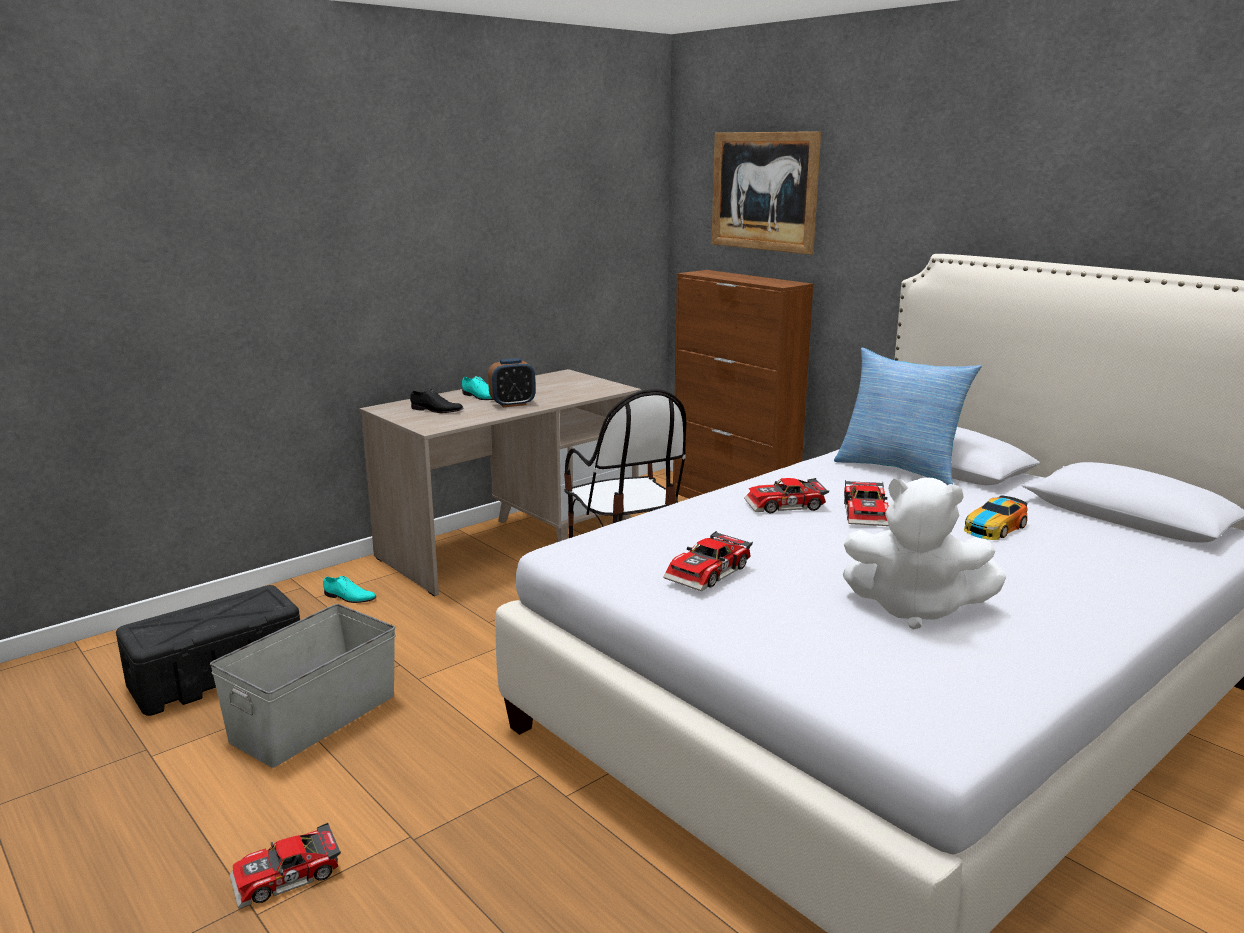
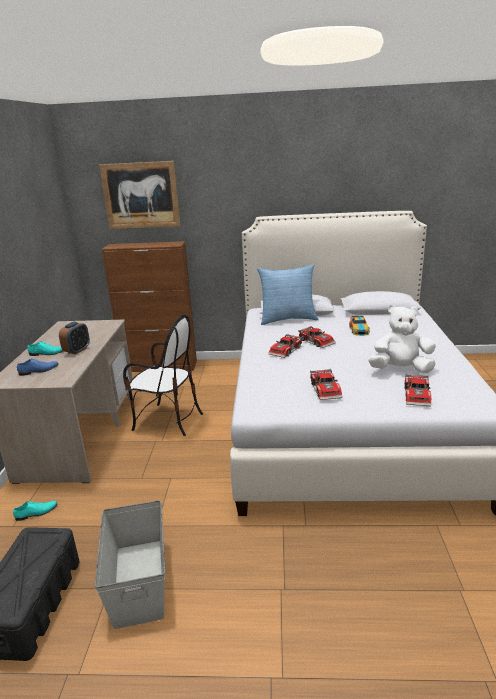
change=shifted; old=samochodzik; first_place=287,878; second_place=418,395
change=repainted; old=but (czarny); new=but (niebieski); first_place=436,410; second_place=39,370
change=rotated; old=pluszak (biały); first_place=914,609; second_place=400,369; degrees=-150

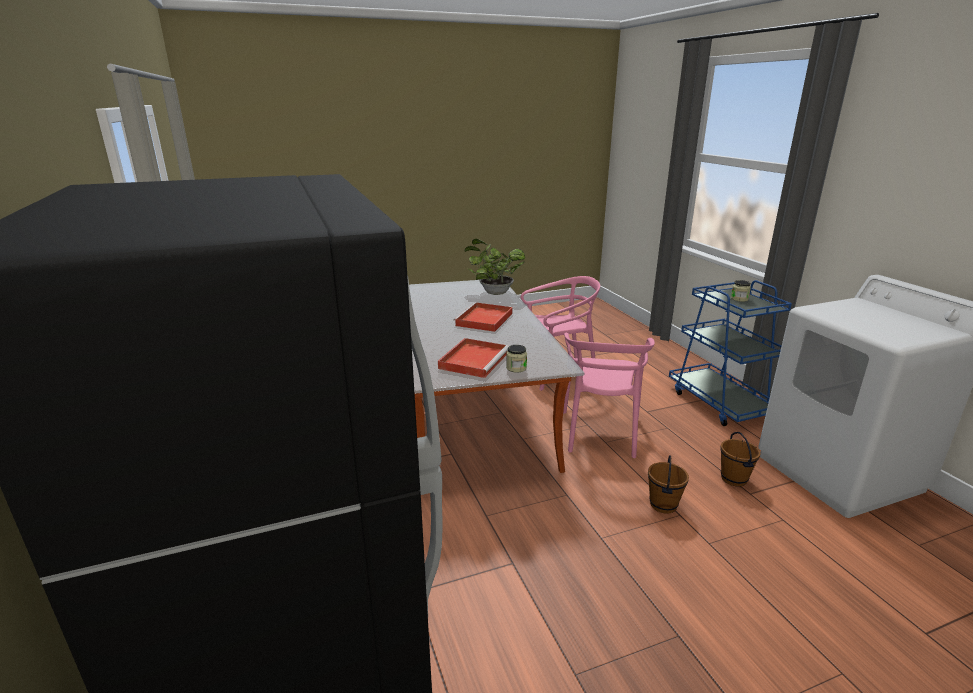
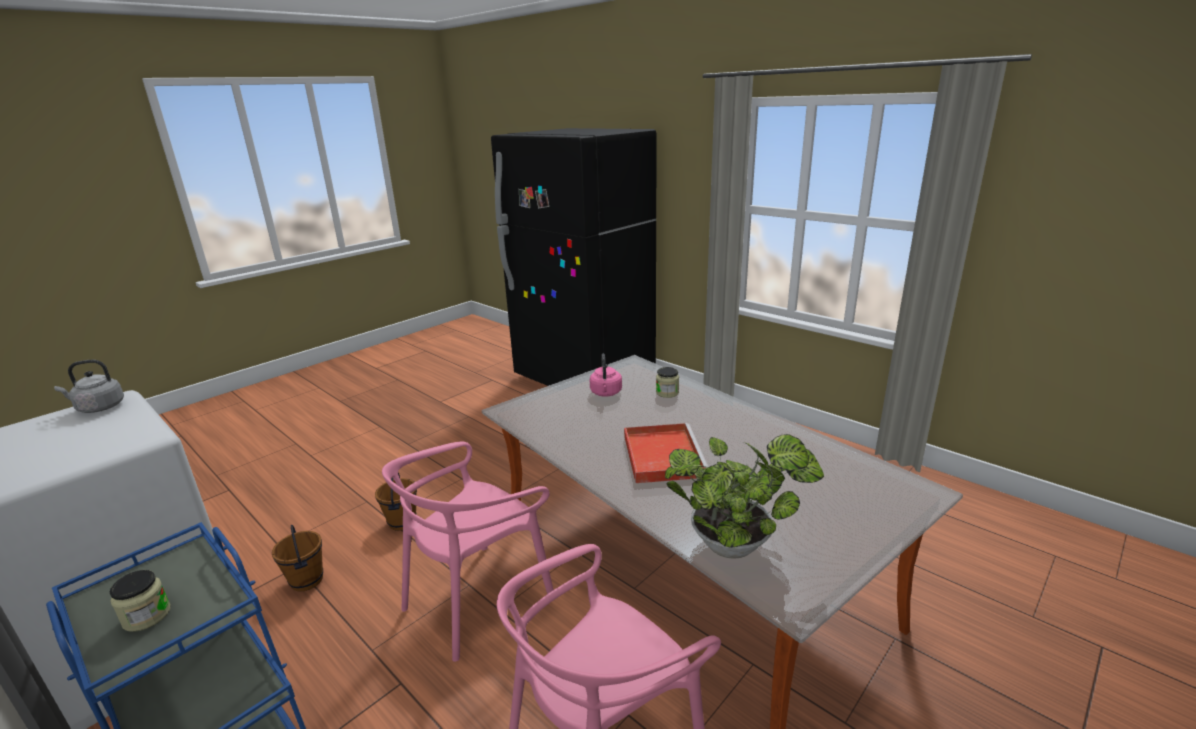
change=swapped; old=taca (czerwony); new=czajnik (różowy); first_place=474,360; second_place=606,393
change=shifted; old=słoik; first_place=516,368; second_place=667,393
change=rotated; old=krzesło (różowy); first_place=600,433; second_place=477,599; degrees=-120
change=new; new=czajnik (szary); second_place=98,408

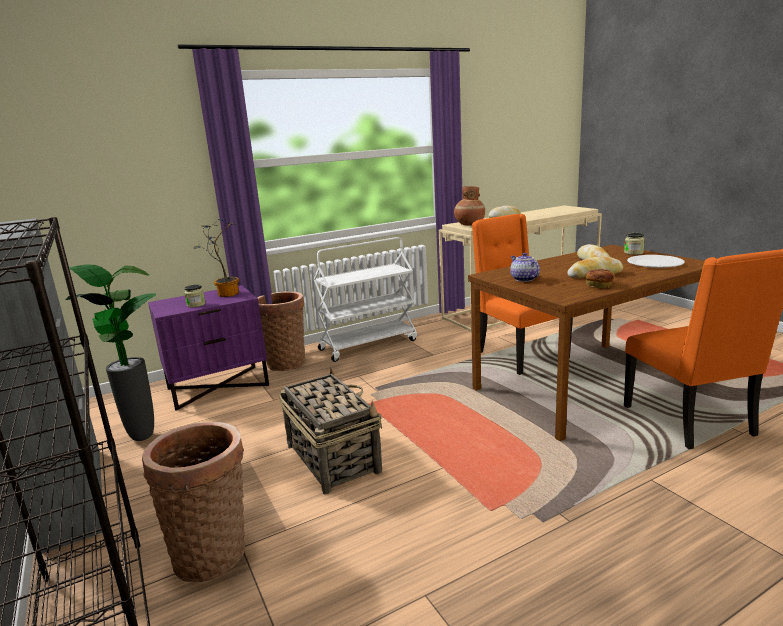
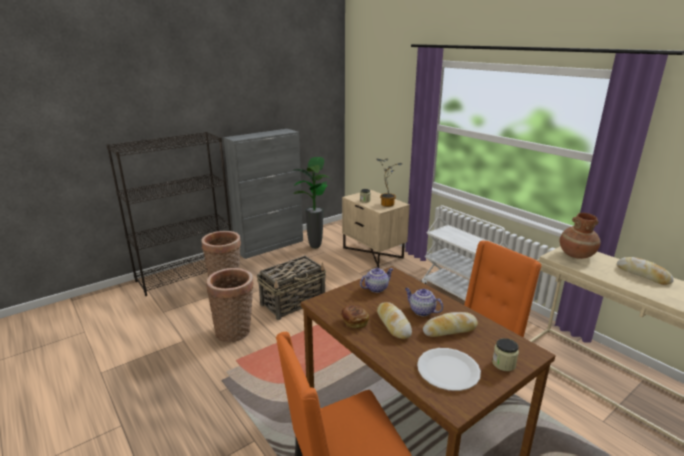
change=repainted; old=szafka nocna (fioletowy); new=szafka nocna (beżowy); first_place=218,386; second_place=373,252
change=shifted; old=koszyk; first_place=286,362; second_place=235,331
change=new; new=imbryk; second_place=421,311

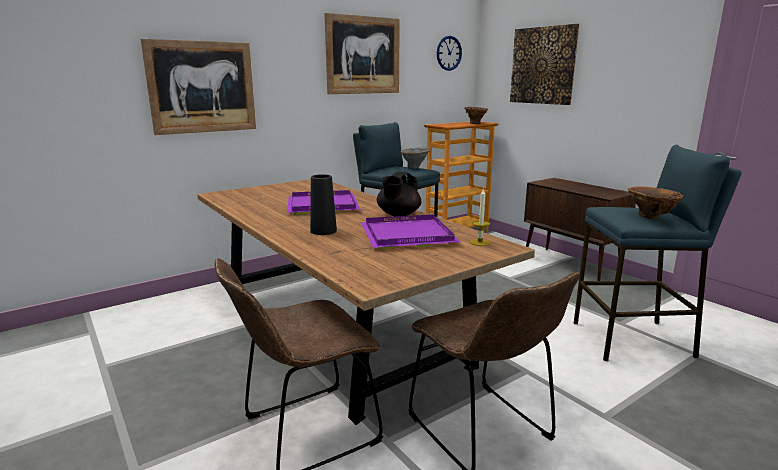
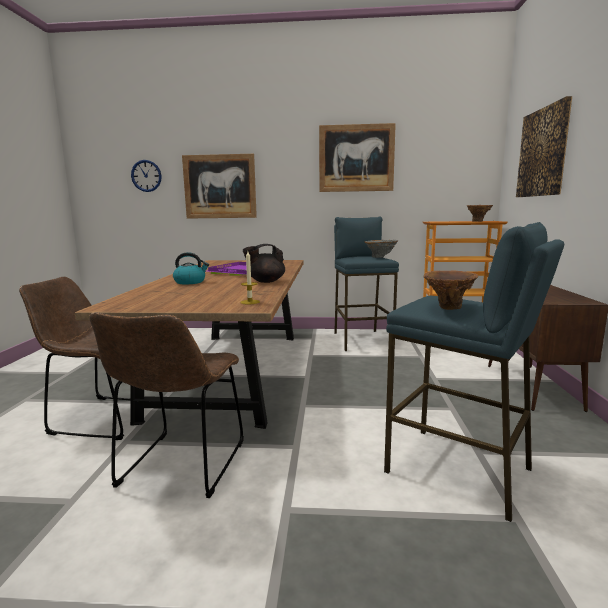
change=swapped; old=wazon (czarny); new=czajnik; first_place=323,231; second_place=190,282
change=gone; old=taca (fioletowy); first_place=408,234
change=shifted; old=zegar ścienny; first_place=449,53; second_place=146,176

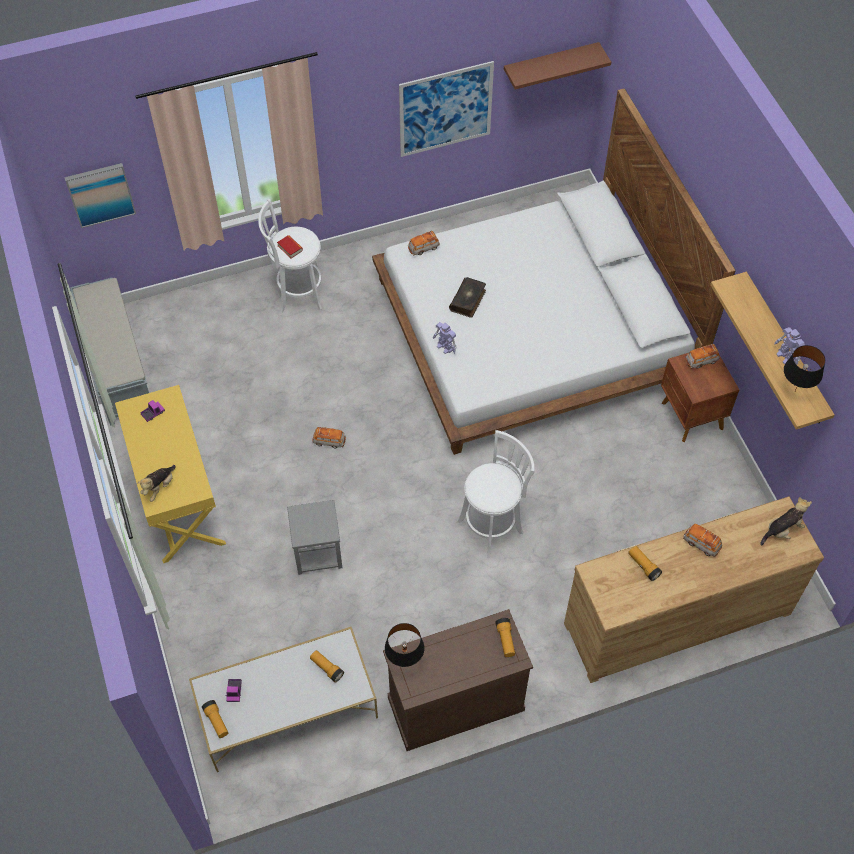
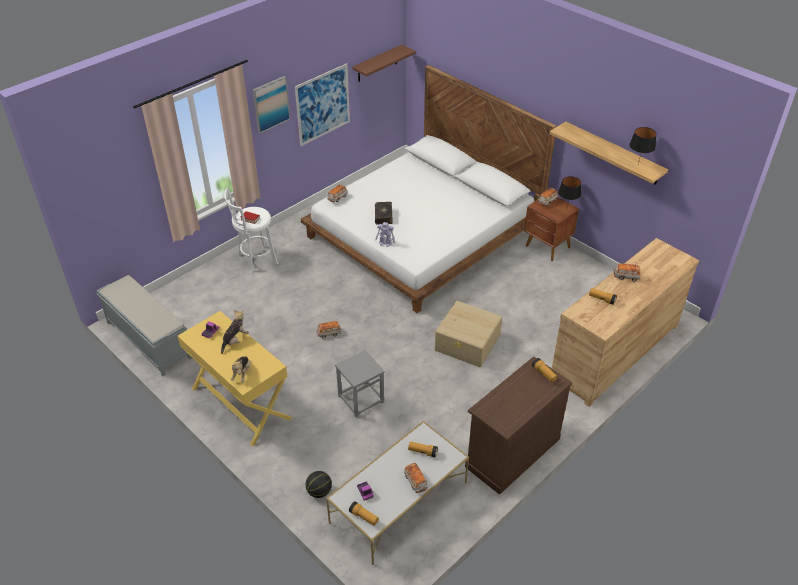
change=shifted; old=obraz; first_place=100,194; second_place=271,104
change=shifted; old=lampa stołowa (czarny); first_place=405,662; second_place=567,209
change=swapped; old=stołek (biały); new=pojemnik do przechowywania (beżowy); first_place=492,525; second_place=468,343
change=shifted; old=pluszak; first_place=782,530; second_place=235,340
change=gone; old=robot zabawkowy; first_place=786,357
change=new; new=piłka do koszykówki; second_place=319,491
change=new; new=samochodzik; second_place=415,482

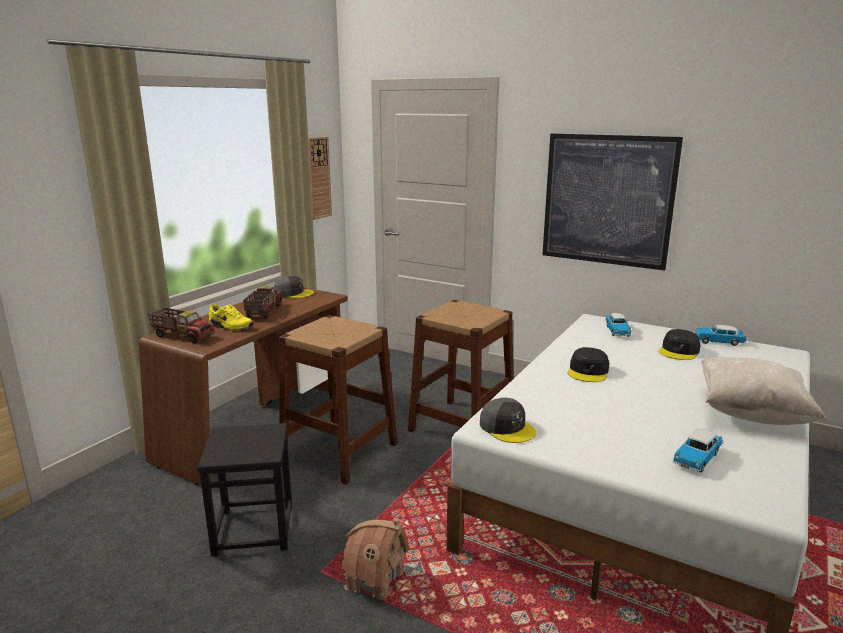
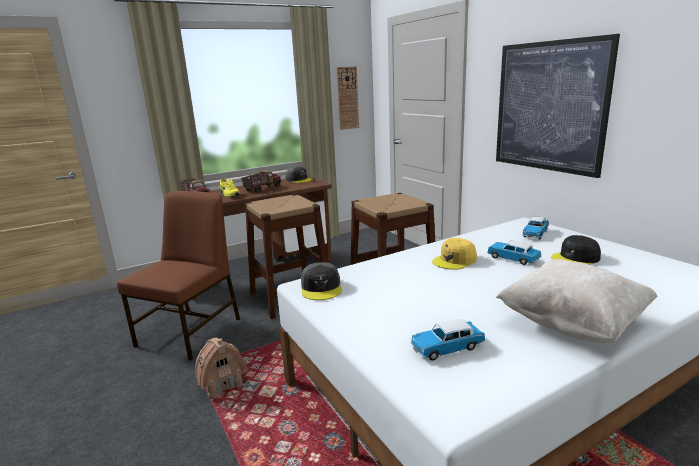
change=swapped; old=stołek (czarny); new=krzesło (brązowy); first_place=254,529; second_place=191,331
change=repainted; old=czapka z daszkiem (czarny); new=czapka z daszkiem (żółty); first_place=588,372; second_place=455,260
change=shifted; old=samochodzik; first_place=718,341; second_place=512,259

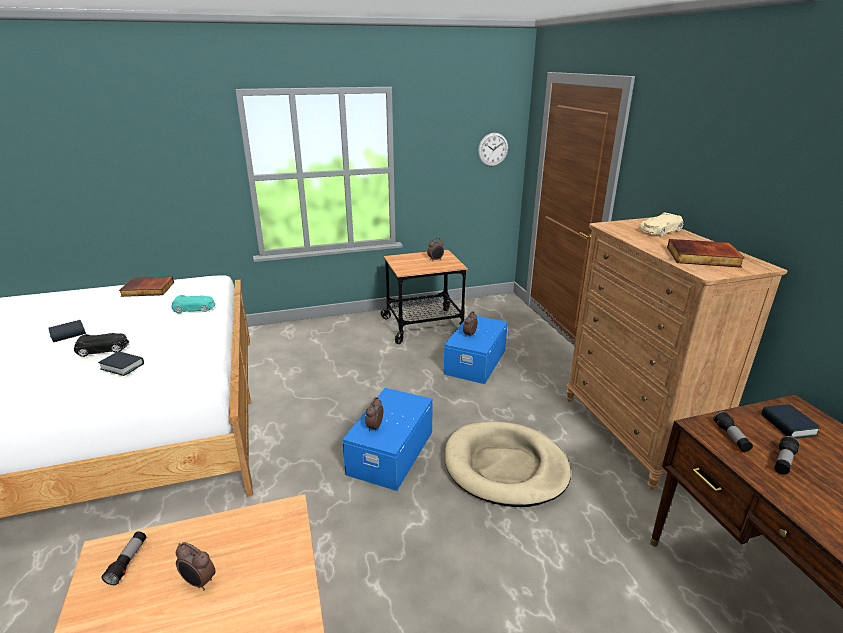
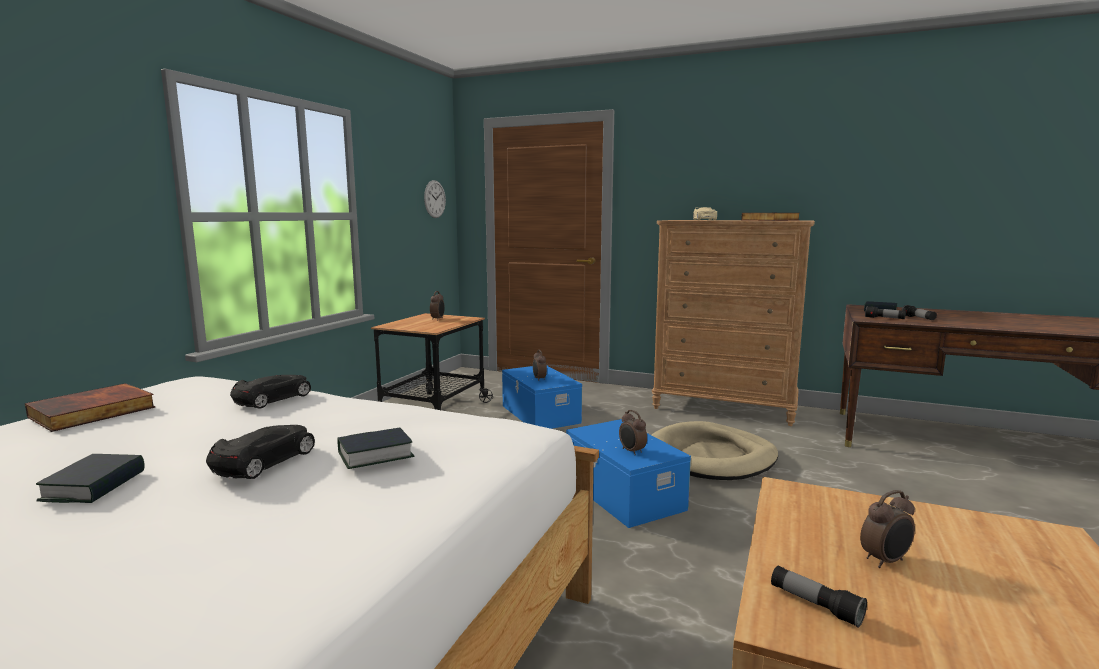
change=repainted; old=samochodzik (turkusowy); new=samochodzik (czarny); first_place=195,308; second_place=274,399

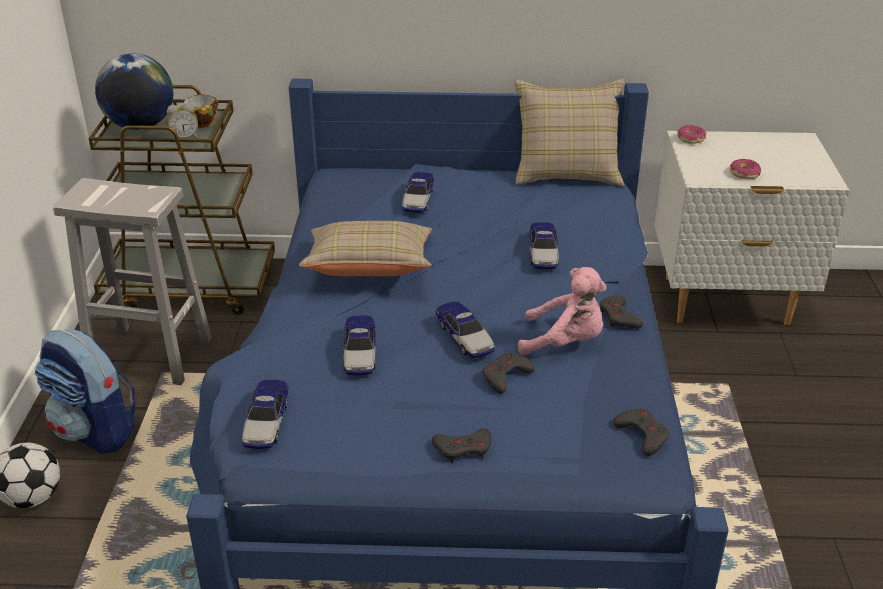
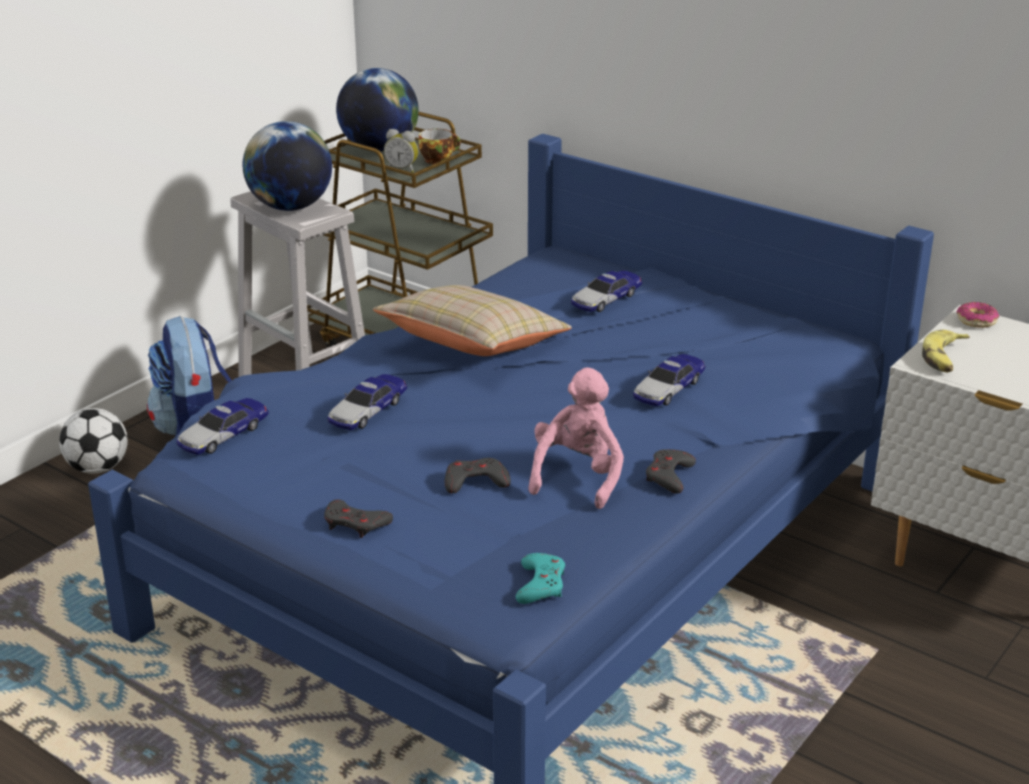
change=gone; old=samochodzik; first_place=464,336
change=gone; old=poduszka (beżowy); first_place=566,173
change=rotated; old=pluszak (różowy); first_place=565,342; second_place=578,476; degrees=-120
change=repainted; old=pad do gier (szary); new=pad do gier (turkusowy); first_place=642,435; second_place=541,584
change=gone; old=donut; first_place=744,173
change=new; new=globus; second_place=290,207
change=new; new=banan; second_place=944,358

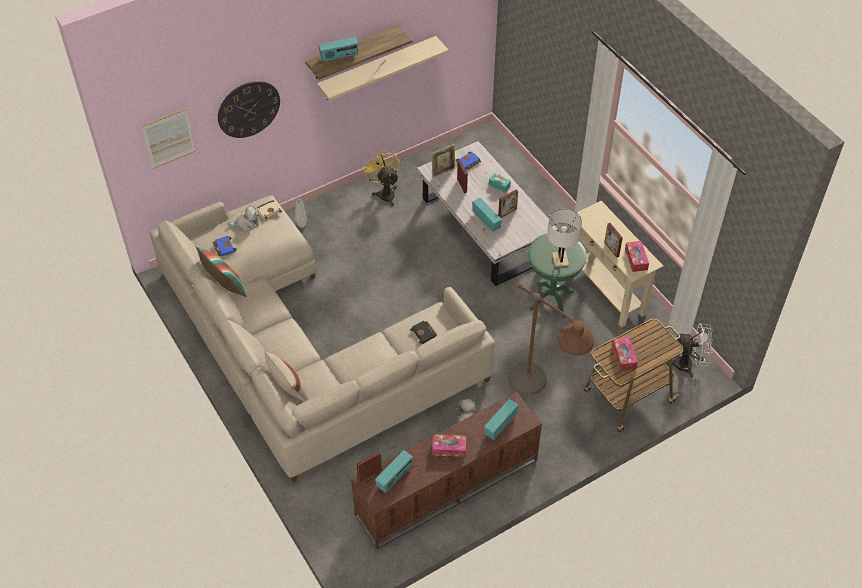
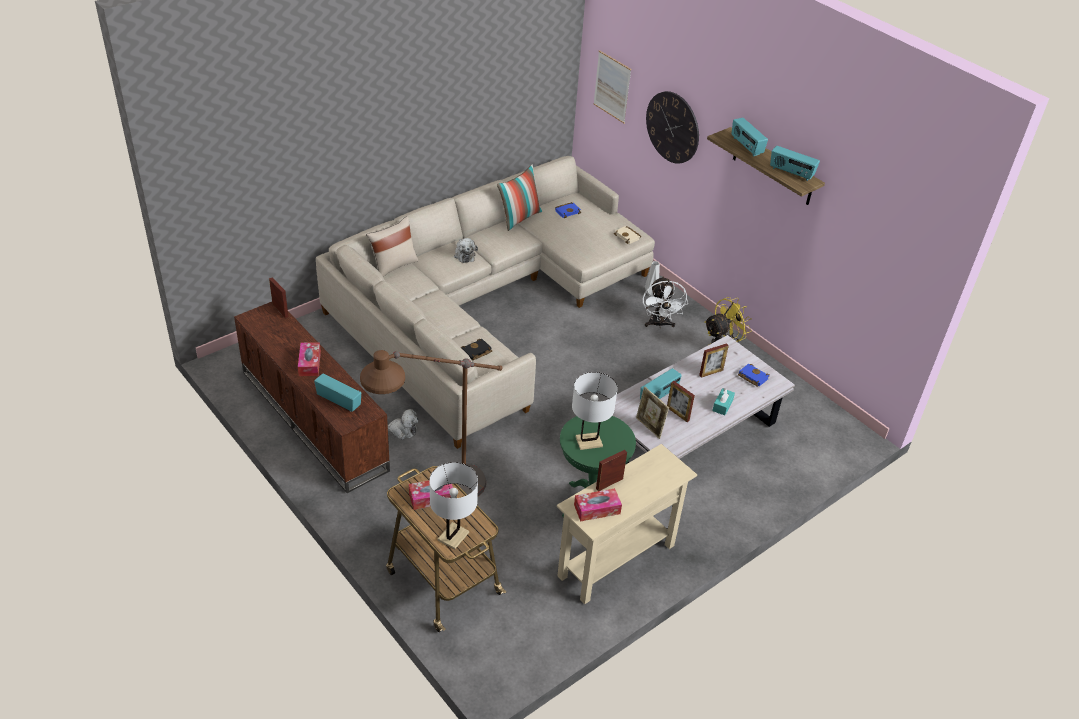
change=shifted; old=pluszak; first_place=246,224; second_place=464,255
change=gone; old=półka (beżowy); first_place=377,69
change=shifted; old=radio; first_place=394,477; second_place=791,173
change=shifted; old=ramka na zdjęcie; first_place=443,172; second_place=649,427
change=shifted; old=wentylator (biały); first_place=688,365; second_place=659,324
change=new; new=lampa stołowa (biały); second_place=453,536

